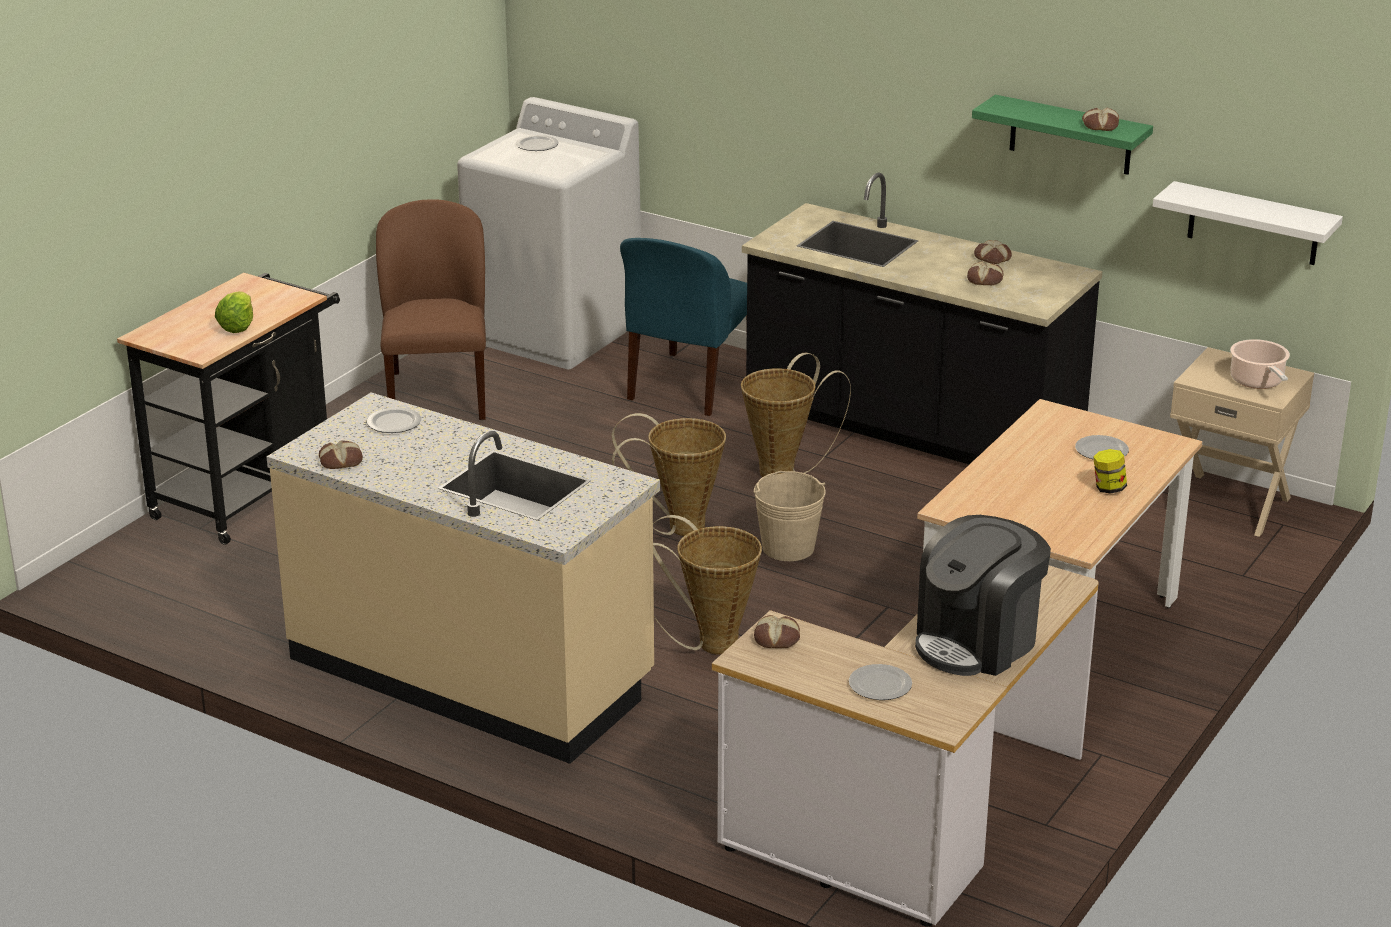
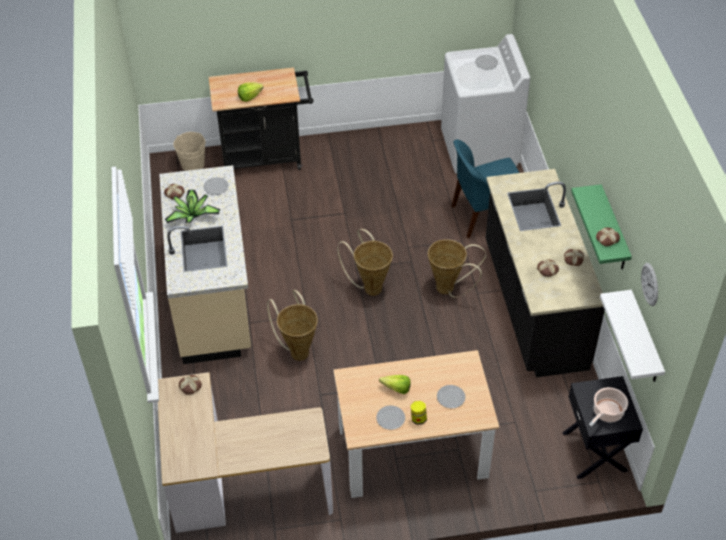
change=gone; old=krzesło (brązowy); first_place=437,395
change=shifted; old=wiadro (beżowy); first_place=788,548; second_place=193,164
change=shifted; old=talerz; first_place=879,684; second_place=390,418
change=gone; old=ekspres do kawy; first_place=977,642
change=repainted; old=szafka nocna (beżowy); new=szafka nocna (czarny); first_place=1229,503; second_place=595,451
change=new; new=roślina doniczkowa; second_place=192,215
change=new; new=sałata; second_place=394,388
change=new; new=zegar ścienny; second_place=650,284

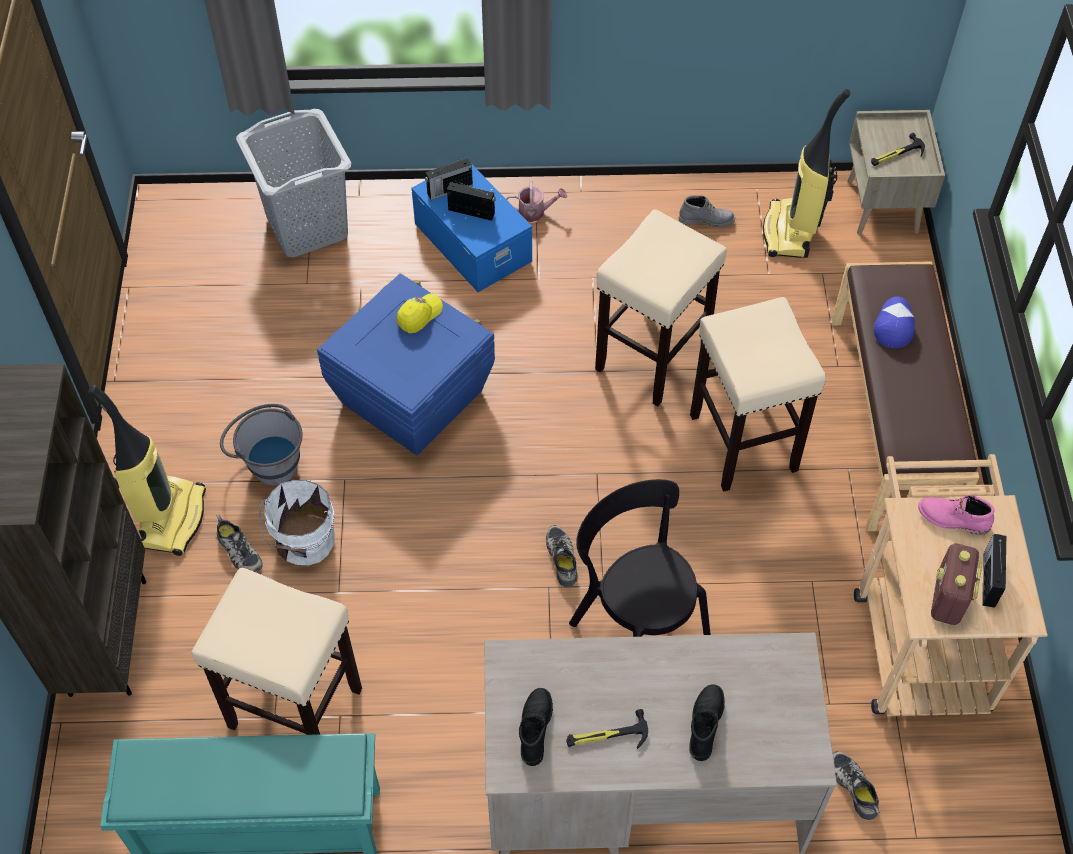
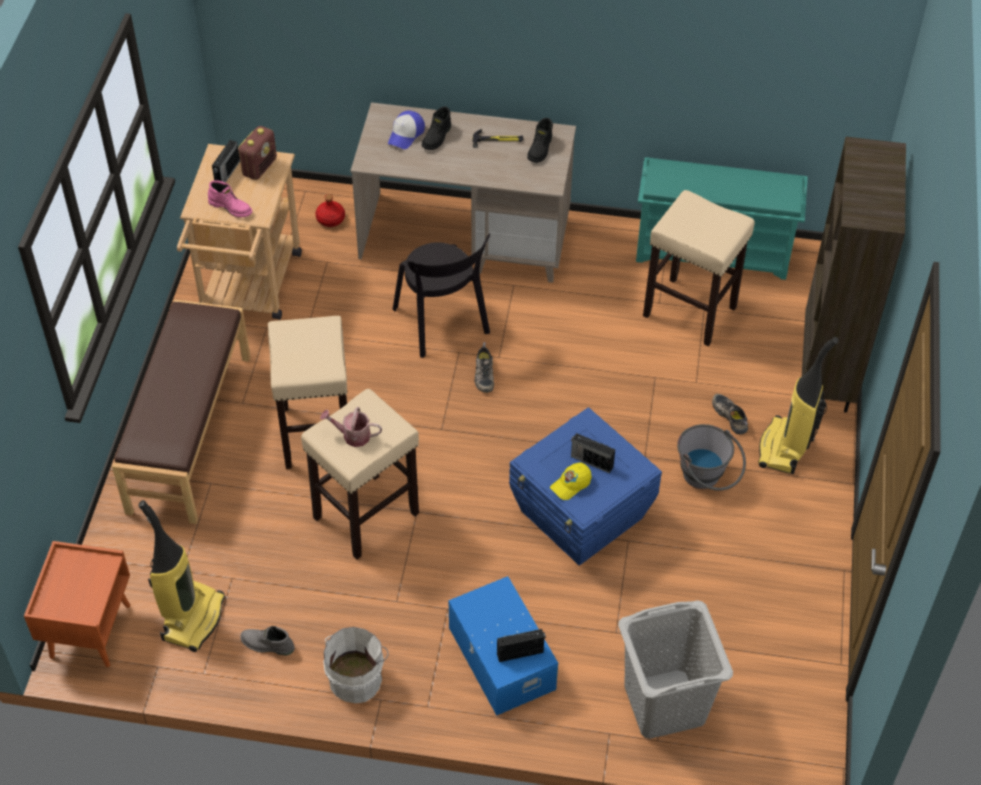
change=shifted; old=wiadro (biały); first_place=304,542; second_place=357,678
change=shifted; old=radio; first_place=472,212; second_place=591,461
change=shifted; old=konewka; first_place=535,212; second_place=352,435
change=swapped; old=but; new=butelka (czerwony); first_place=855,787; second_place=331,219
change=repainted; old=szafka nocna (beżowy); new=szafka nocna (pomarańczowy); first_place=883,207; second_place=89,630
change=gone; old=młotek; first_place=896,154
change=shifted; old=czapka z daszkiem; first_place=893,325; second_place=406,134

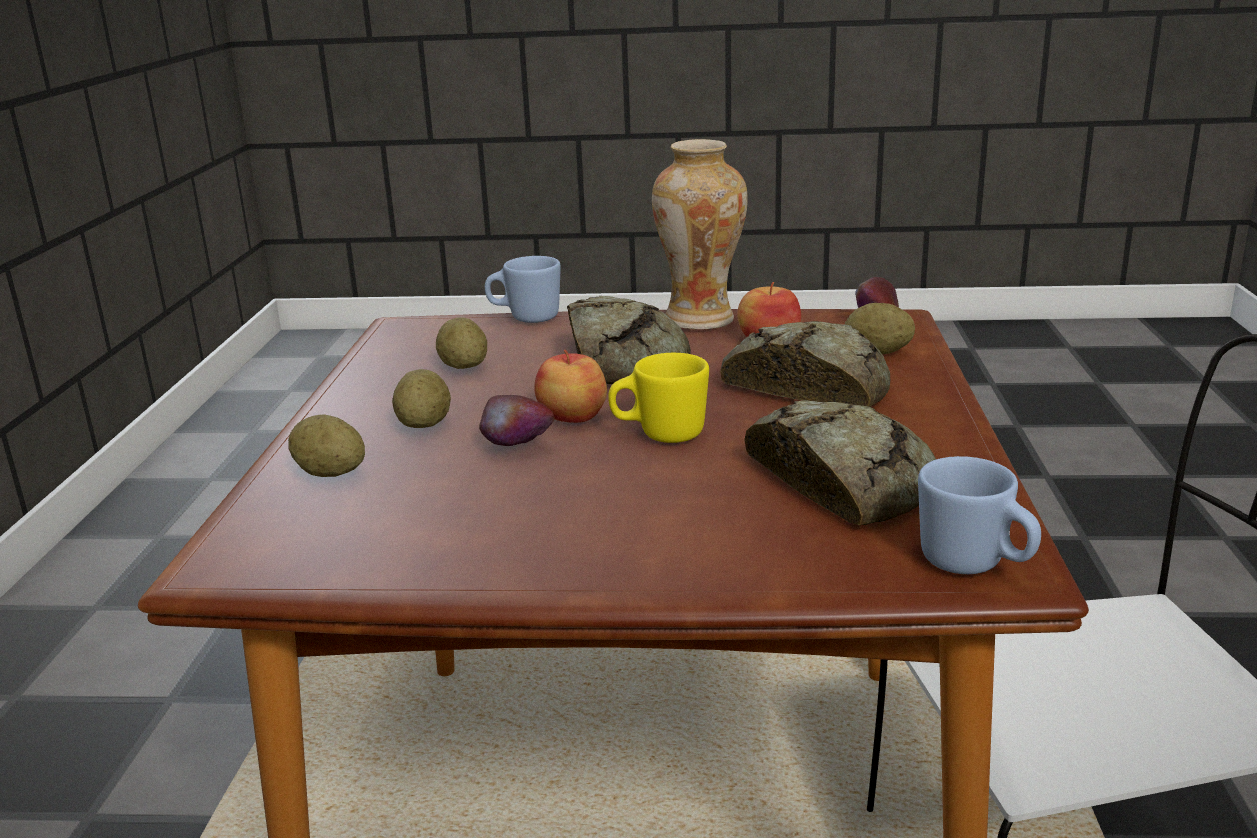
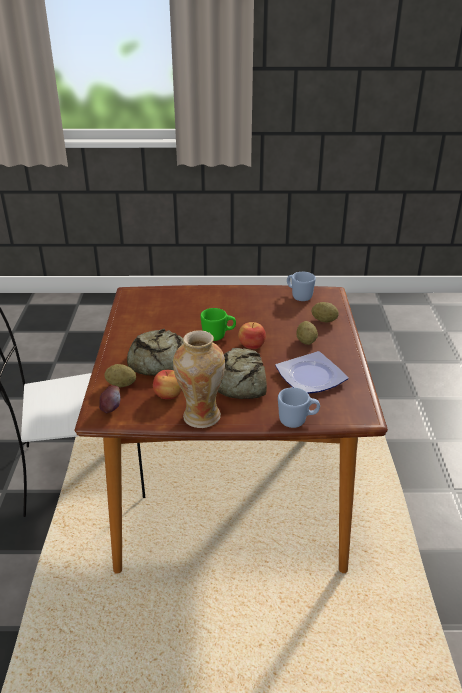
change=swapped; old=ziemniak; new=talerz; first_place=464,367; second_place=309,376
change=gone; old=jabłko; first_place=518,450
change=repainted; old=kubek (żółty); new=kubek (zielony); first_place=660,435; second_place=218,336
change=gone; old=chleb; first_place=842,480
change=shifted; old=kubek (niebieski); first_place=975,566; second_place=299,296

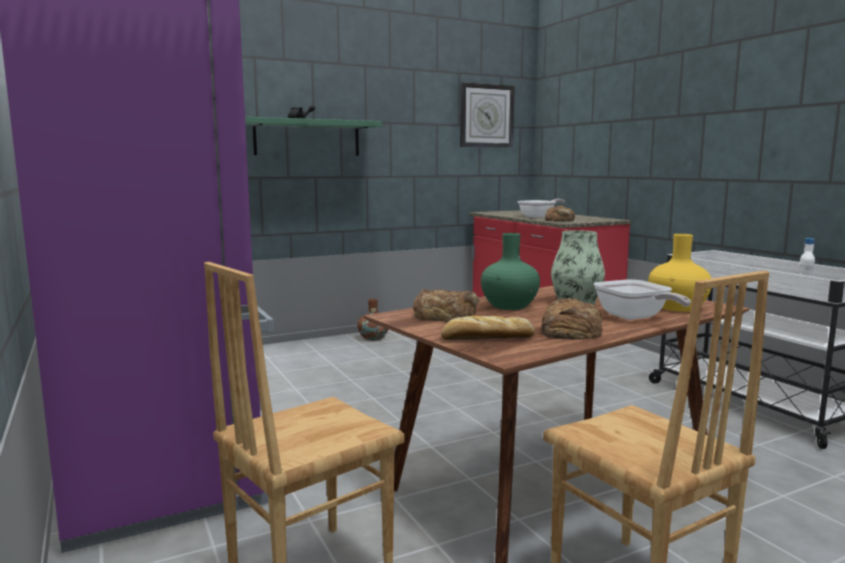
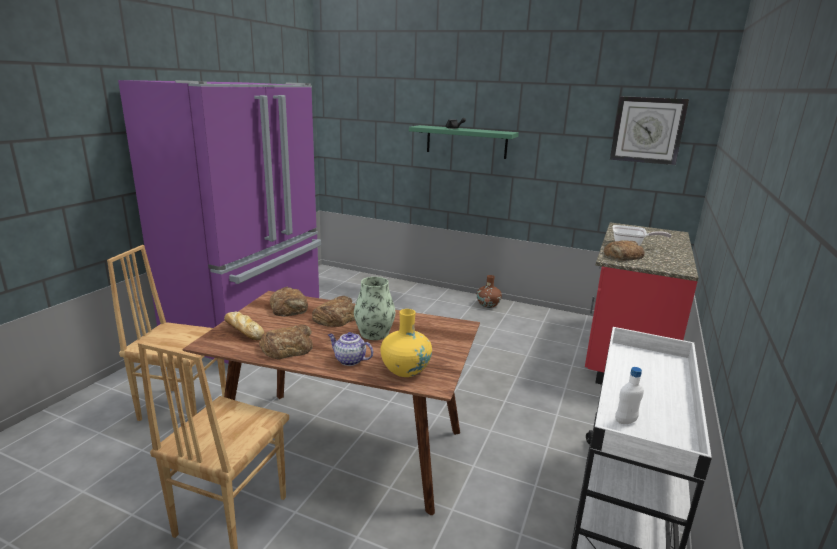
change=swapped; old=wazon (zielony); new=chleb; first_place=509,306; second_place=336,317
change=swapped; old=patelnia; new=imbryk; first_place=635,318; second_place=349,360

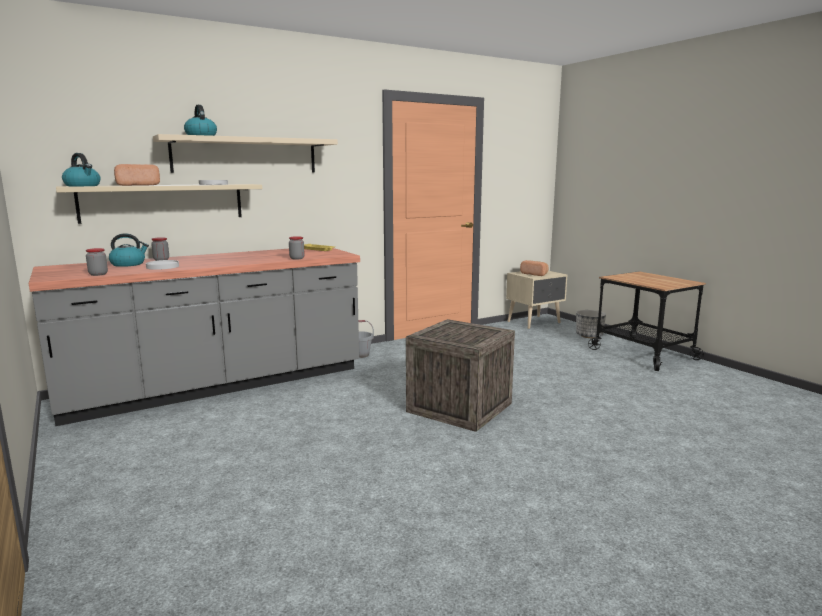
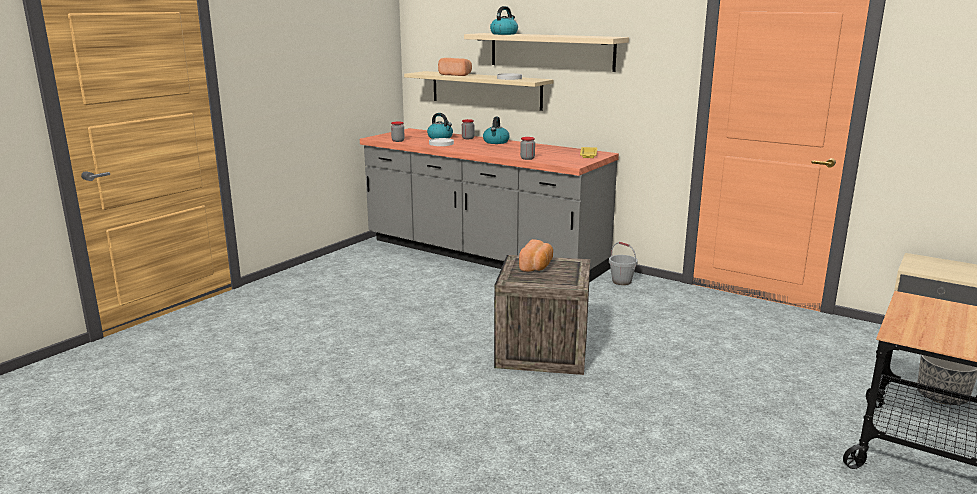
change=shifted; old=czajnik; first_place=83,186; second_place=496,142
change=shifted; old=chleb; first_place=535,274; second_place=537,266

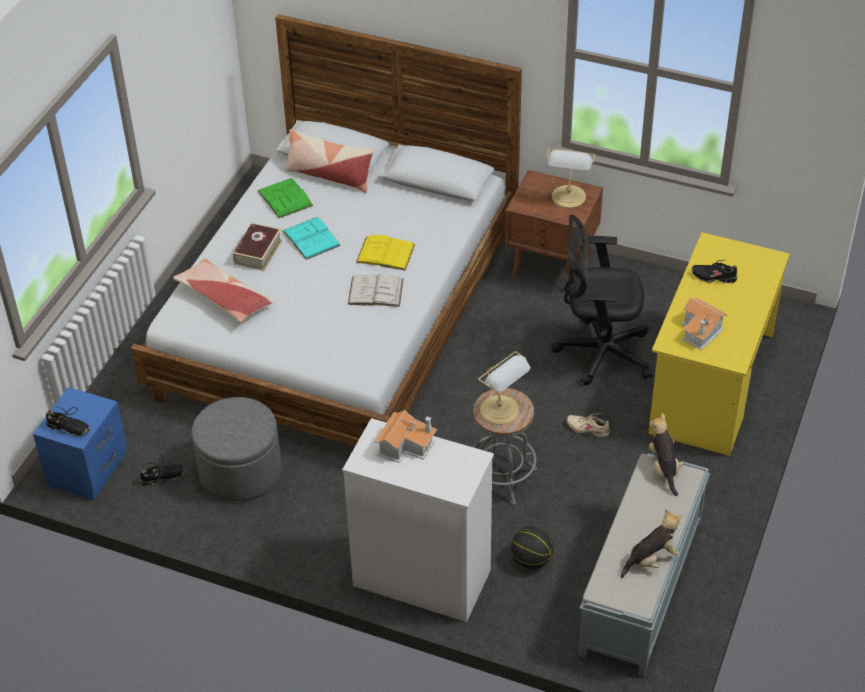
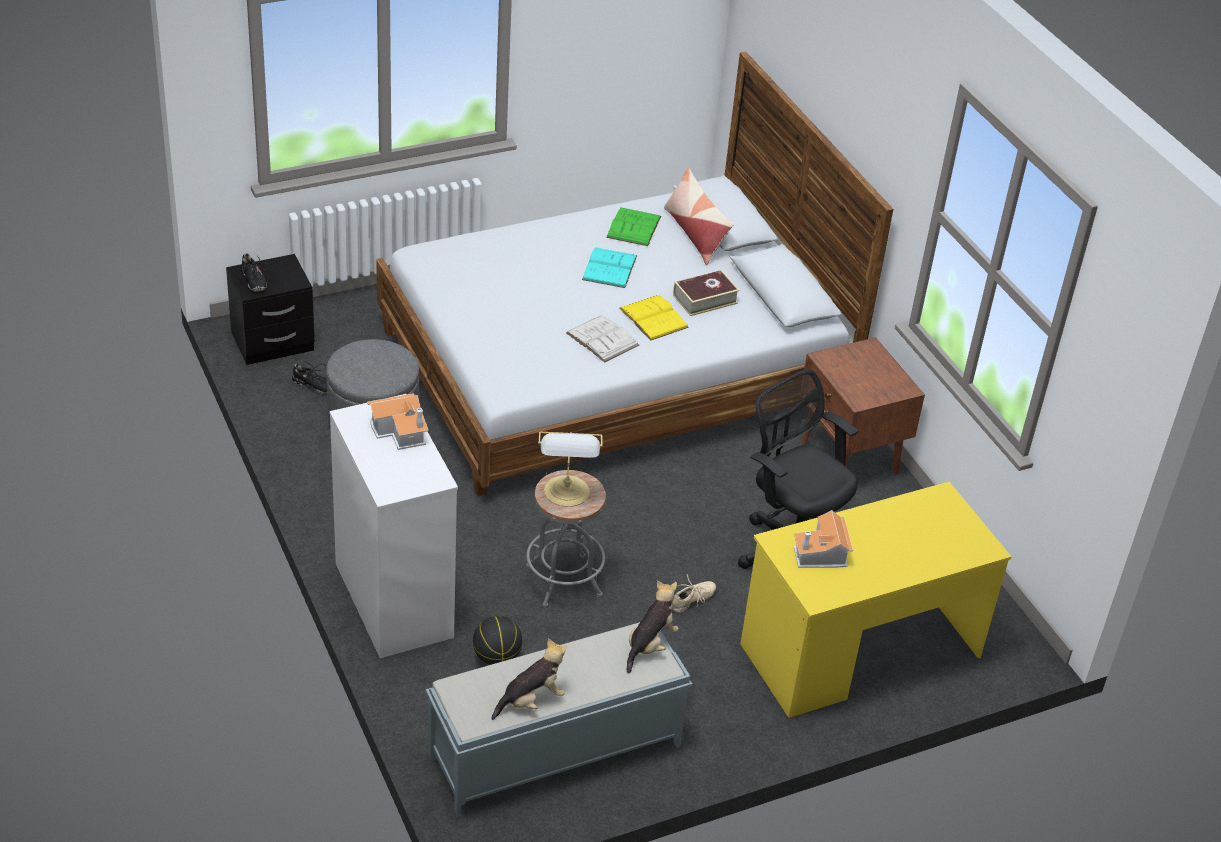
change=repainted; old=szafka nocna (niebieski); new=szafka nocna (czarny); first_place=89,469; second_place=273,343
change=gone; old=poduszka; first_place=224,298
change=shifted; old=książka; first_place=258,252; second_place=705,299
change=gone; old=lampa stołowa; first_place=568,197
change=rotated; old=but (beżowy); first_place=588,428; second_place=692,600; degrees=75
change=rotated; old=pluszak; first_place=651,559; second_place=531,700; degrees=-45
change=gone; old=but (czarny); first_place=714,276

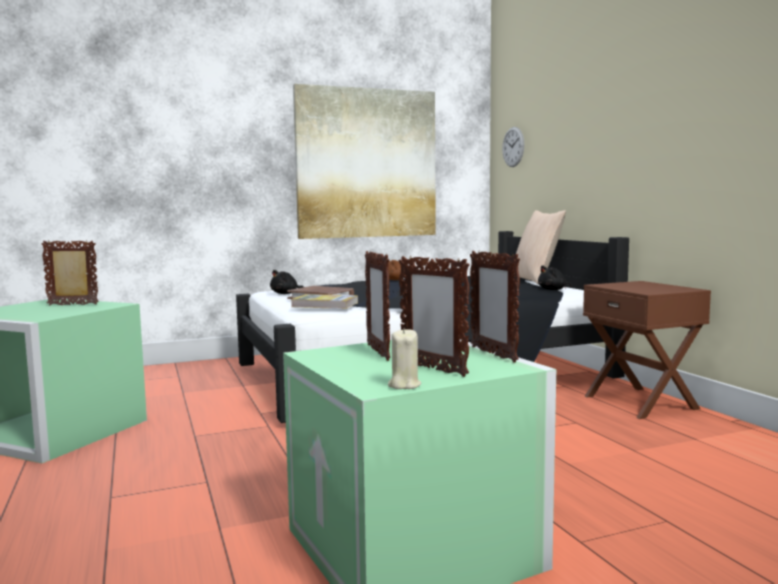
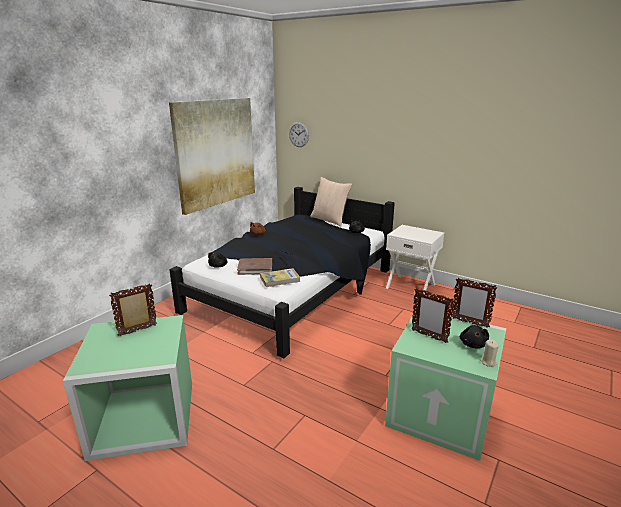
change=swapped; old=ramka na zdjęcie; new=pluszak (czarny); first_place=433,369; second_place=473,344
change=repainted; old=szafka nocna (brązowy); new=szafka nocna (biały); first_place=641,402; second_place=411,286

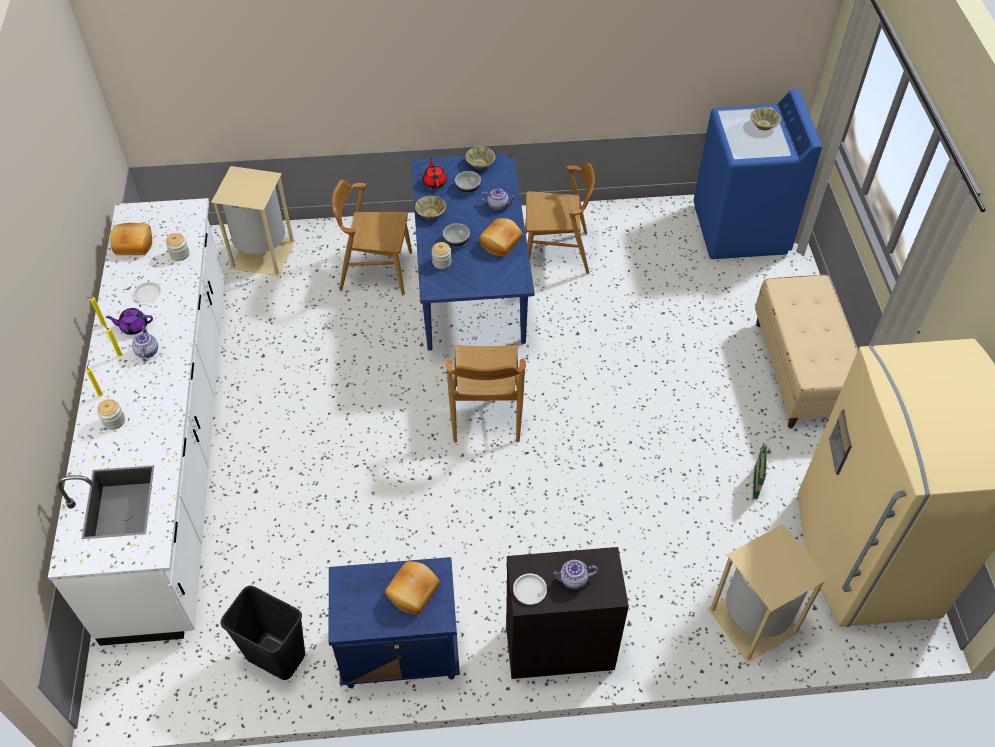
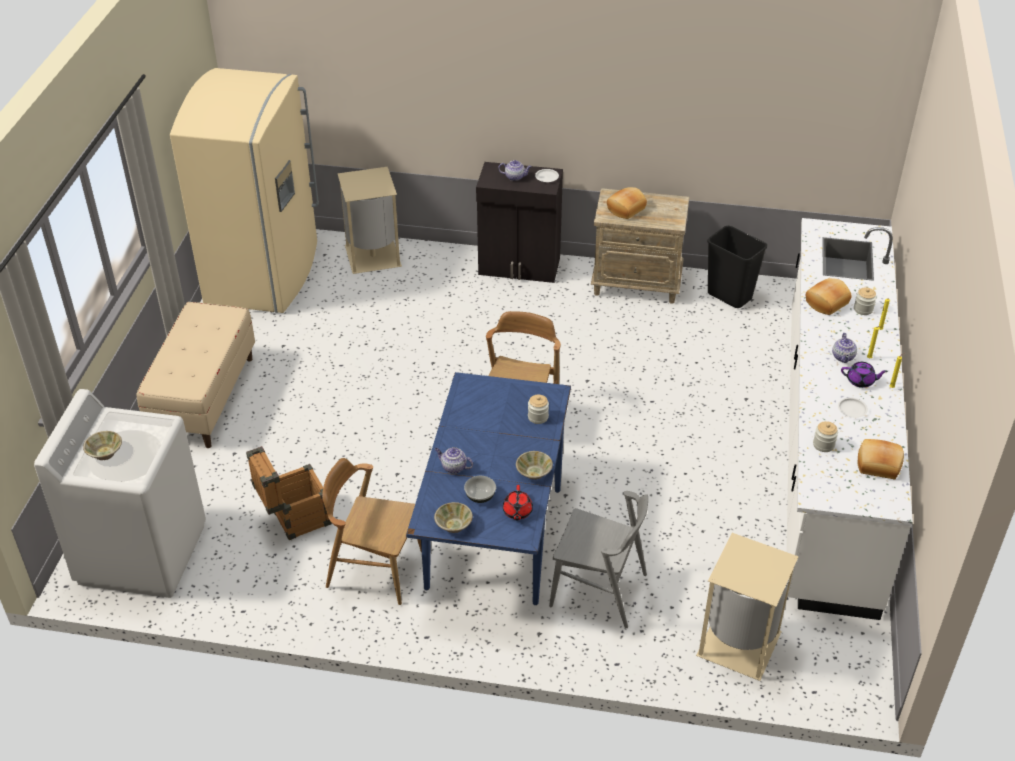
change=repainted; old=szafka nocna (niebieski); new=szafka nocna (beżowy); first_place=398,652; second_place=637,283
change=repainted; old=krzesło (brązowy); new=krzesło (szary); first_place=376,271; second_place=599,590
change=gone; old=miska; first_place=456,240
change=shifted; old=chleb; first_place=501,243; second_place=826,302
change=repainted; old=pralka (niebieski); new=pralka (biały); first_place=740,229; second_place=142,553
change=gone; old=koszyk; first_place=755,484
change=new; new=skrzynka; second_place=294,519

